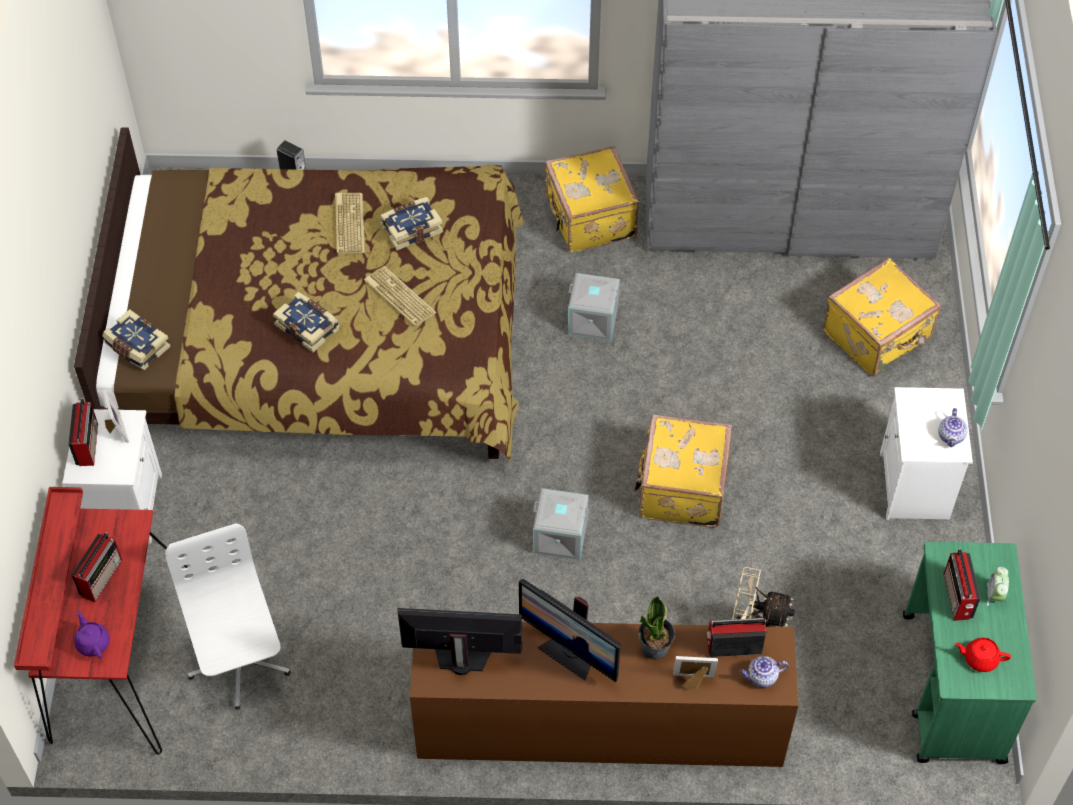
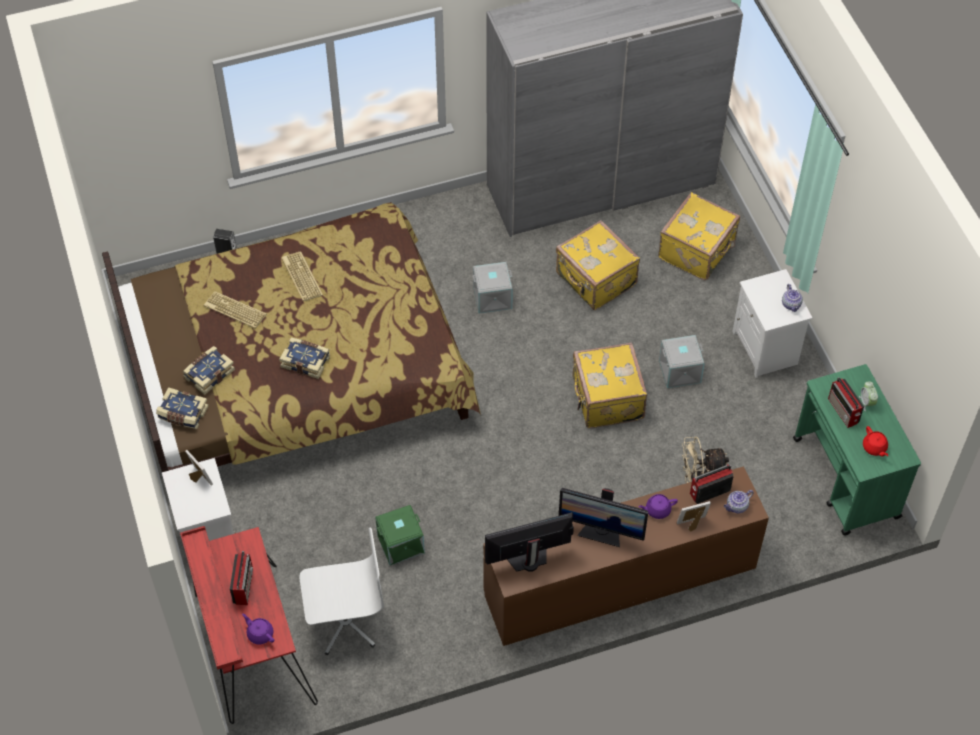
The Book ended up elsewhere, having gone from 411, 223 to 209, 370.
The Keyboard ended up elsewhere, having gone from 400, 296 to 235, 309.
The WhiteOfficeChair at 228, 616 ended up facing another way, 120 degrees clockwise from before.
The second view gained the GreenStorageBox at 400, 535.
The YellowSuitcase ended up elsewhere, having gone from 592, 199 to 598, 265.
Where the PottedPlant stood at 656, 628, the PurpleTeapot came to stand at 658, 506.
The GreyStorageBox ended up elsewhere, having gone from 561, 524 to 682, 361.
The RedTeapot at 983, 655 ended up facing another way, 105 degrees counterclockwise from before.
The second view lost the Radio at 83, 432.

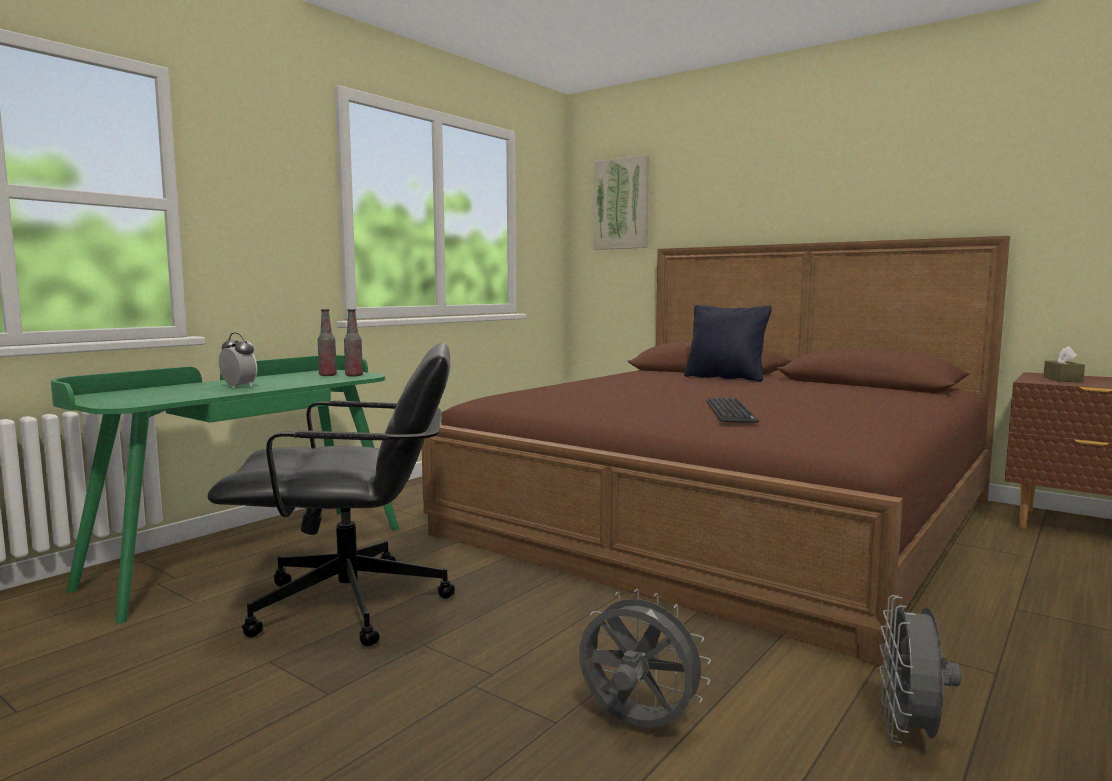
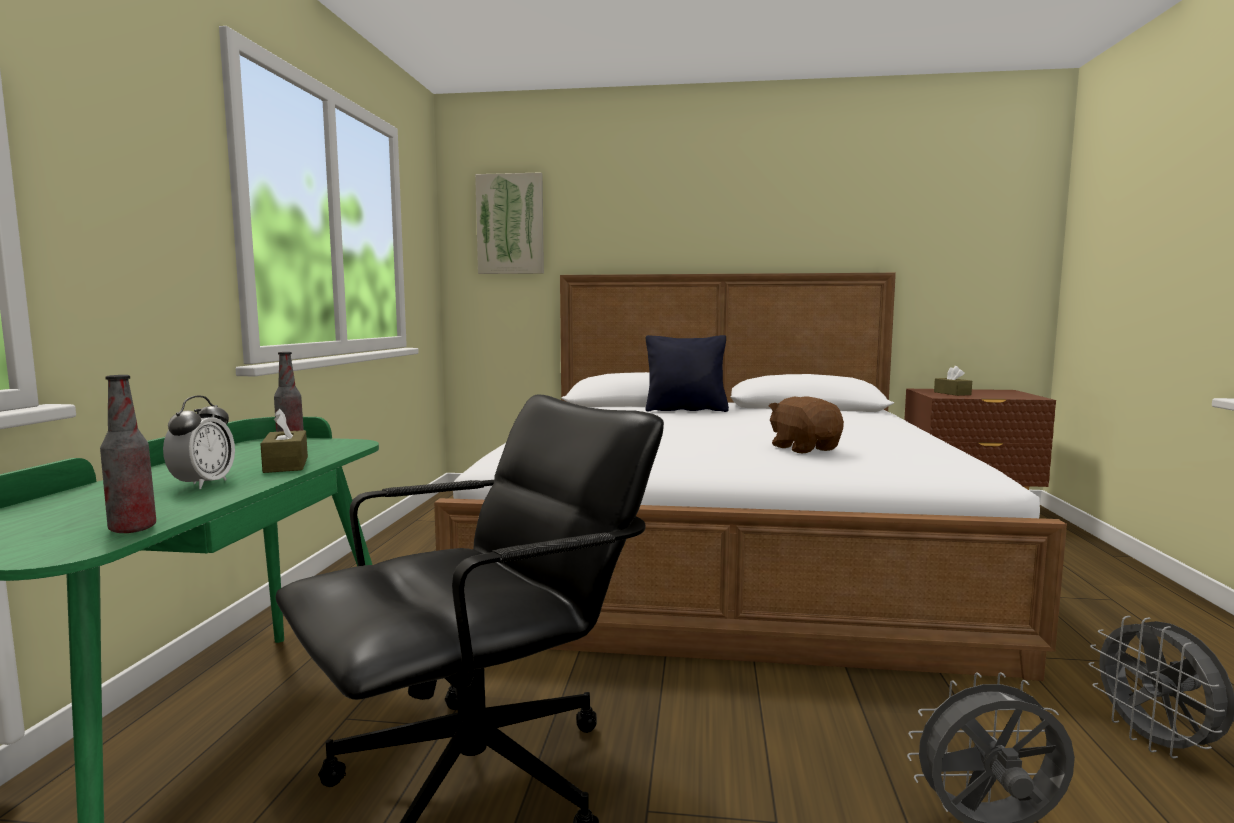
The Bottle ended up elsewhere, having gone from 353, 343 to 128, 454.
The AlarmClock at 238, 360 ended up facing another way, 90 degrees clockwise from before.
The second view gained the BrownTissueBox at 284, 441.
What was the BrownBed at 716, 451 turned into the WhiteBed at 750, 477.
Where the Keyboard stood at 732, 410, the BrownPlushToy came to stand at 806, 424.

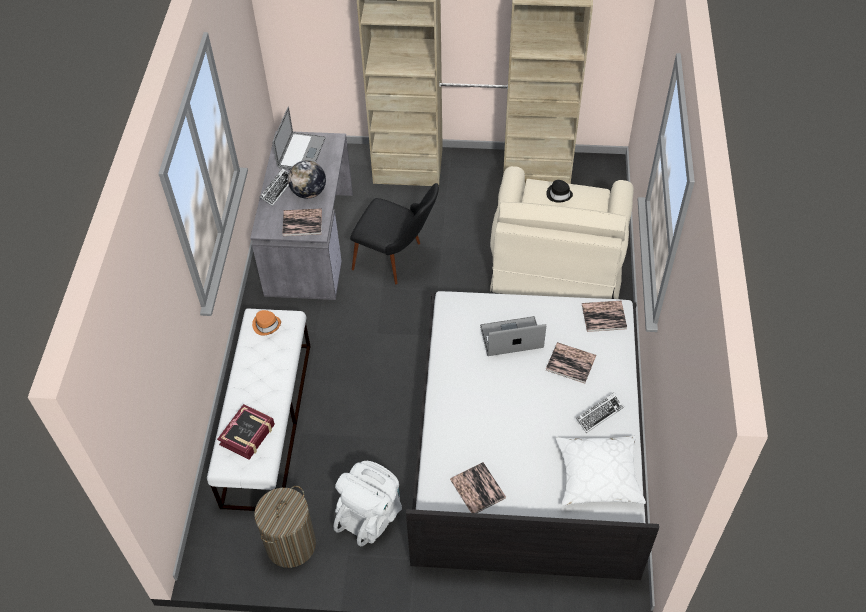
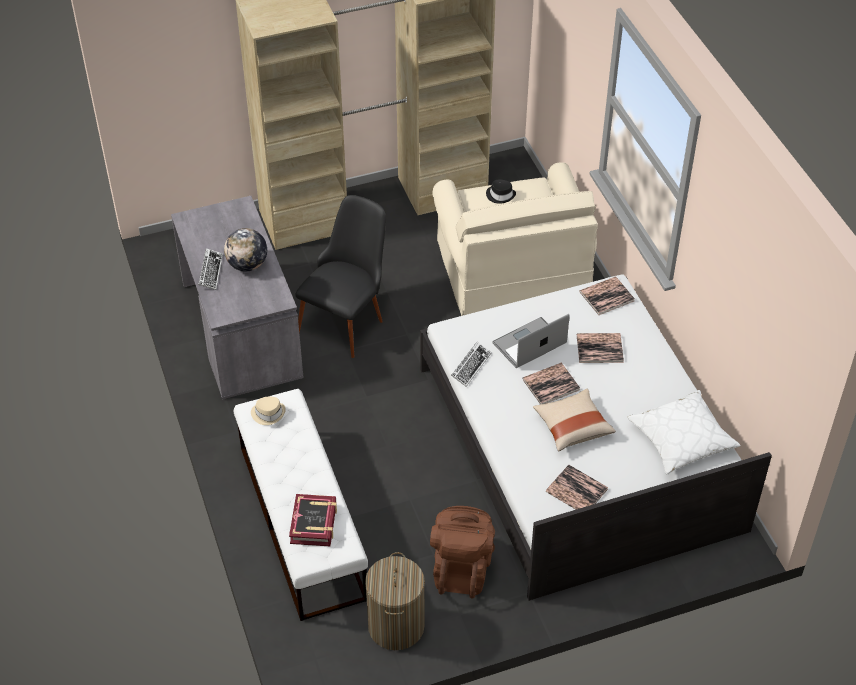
What was the OrangeHat at 266, 323 turned into the BeigeHat at 268, 411.
The BlackChair at 394, 233 ended up facing another way, 60 degrees counterclockwise from before.
What was the WhiteBackpack at 367, 503 turned into the BrownBackpack at 462, 552.
The Keyboard ended up elsewhere, having gone from 600, 413 to 471, 364.
The Book ended up elsewhere, having gone from 302, 222 to 551, 384.
The second view gained the BeigePillow at 574, 420.
The second view lost the Laptop at 299, 138.

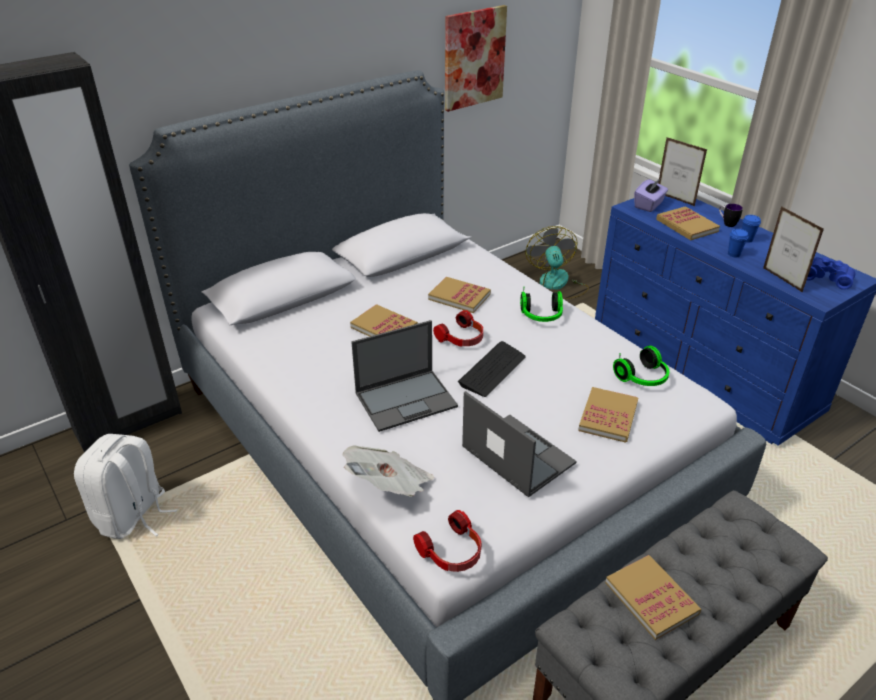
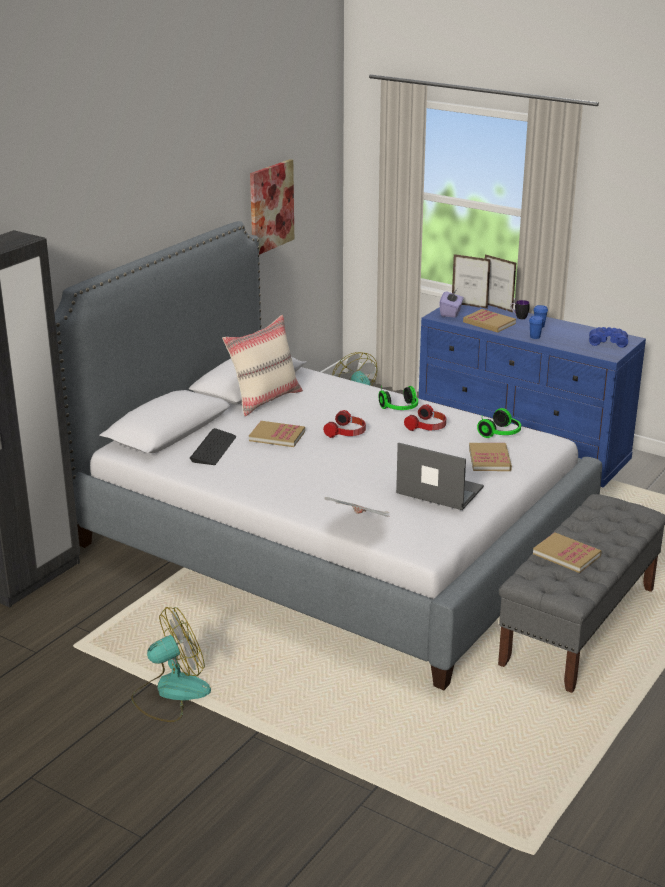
The second view gained the Fan at 171, 664.
The Keyboard ended up elsewhere, having gone from 492, 369 to 213, 446.
The second view gained the BeigePillow at 262, 365.
The Headphones ended up elsewhere, having gone from 447, 541 to 425, 417.
The PictureFrame ended up elsewhere, having gone from 793, 249 to 500, 283.
The second view lost the WhiteBackpack at 125, 486.
The second view lost the Laptop at 404, 376.
The second view lost the Book at 459, 295.

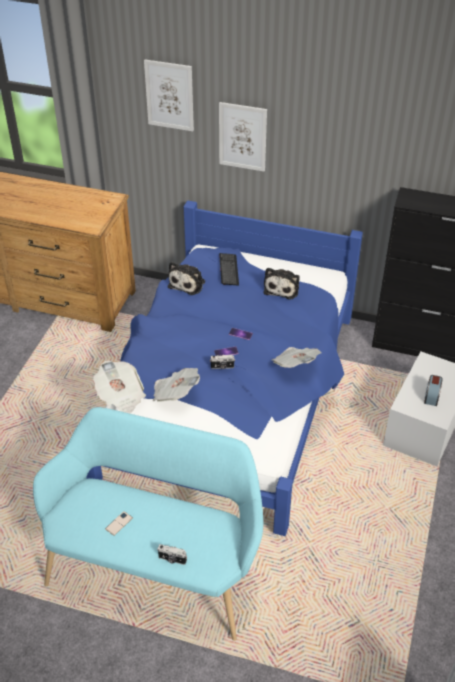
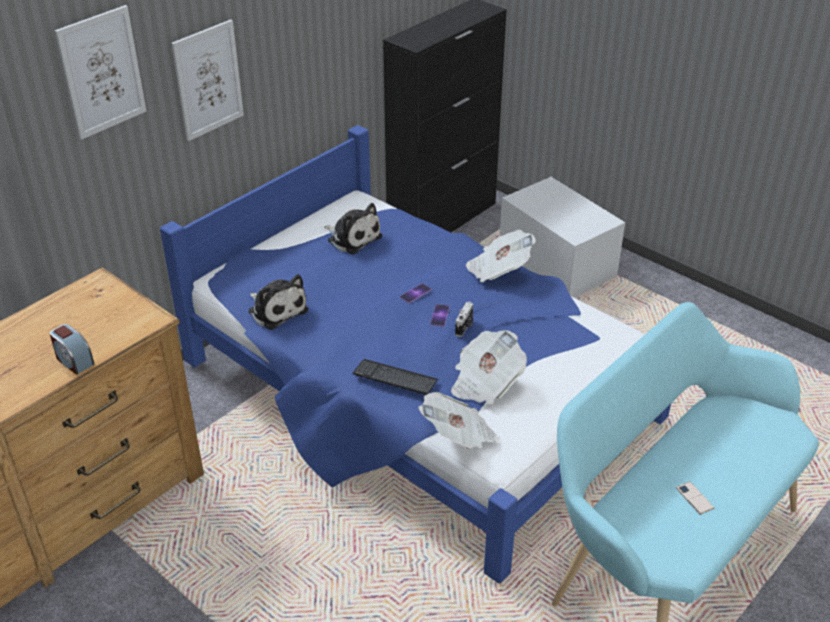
The AlarmClock ended up elsewhere, having gone from 433, 390 to 71, 349.
The Keyboard ended up elsewhere, having gone from 229, 269 to 395, 377.
The second view lost the PhotoCamera at 172, 554.

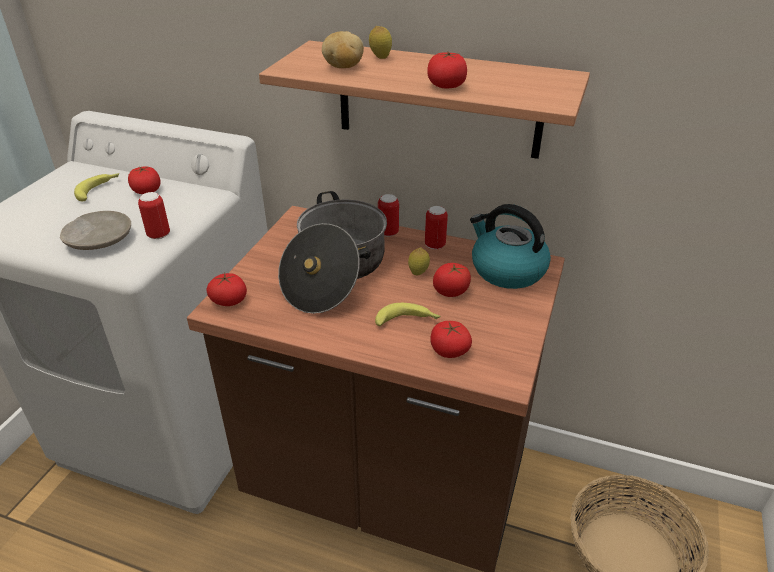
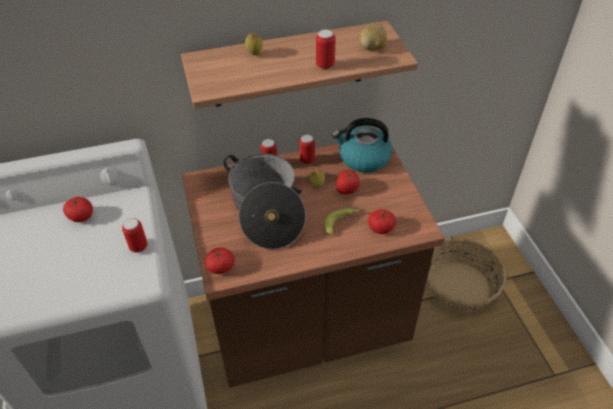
Where the Tomato stood at 447, 70, the Can came to stand at 326, 49.
The Potato ended up elsewhere, having gone from 343, 49 to 373, 37.
The second view lost the BeigePlate at 95, 230.
The second view lost the Banana at 96, 187.

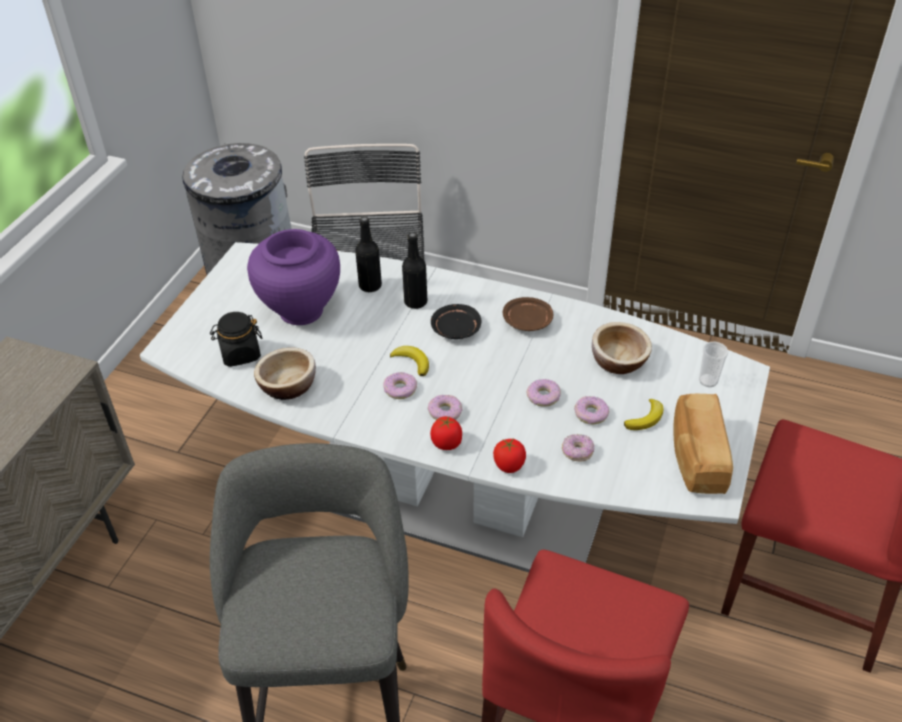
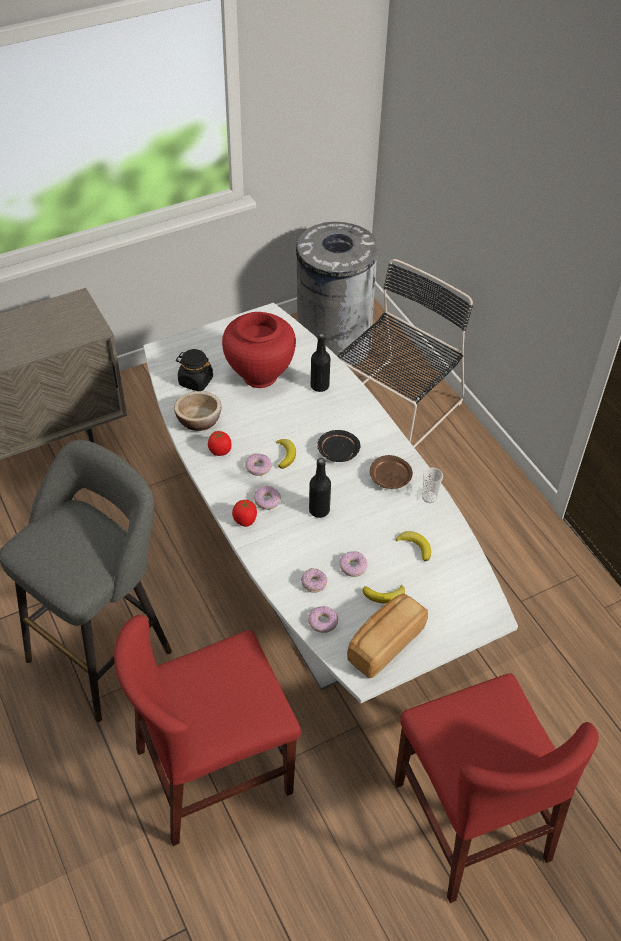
The Tomato ended up elsewhere, having gone from 509, 456 to 220, 443.
What was the PurpleVase at 293, 277 turned into the RedVase at 259, 350.
The Donut ended up elsewhere, having gone from 544, 393 to 323, 619.
The BlackBottle ended up elsewhere, having gone from 414, 270 to 320, 488.
Where the Bowl stood at 622, 348, the Banana came to stand at 413, 546.
The Cup ended up elsewhere, having gone from 713, 364 to 432, 485.

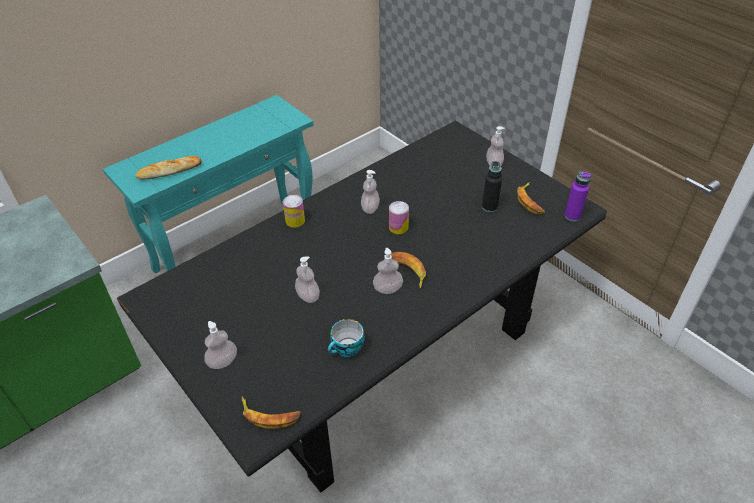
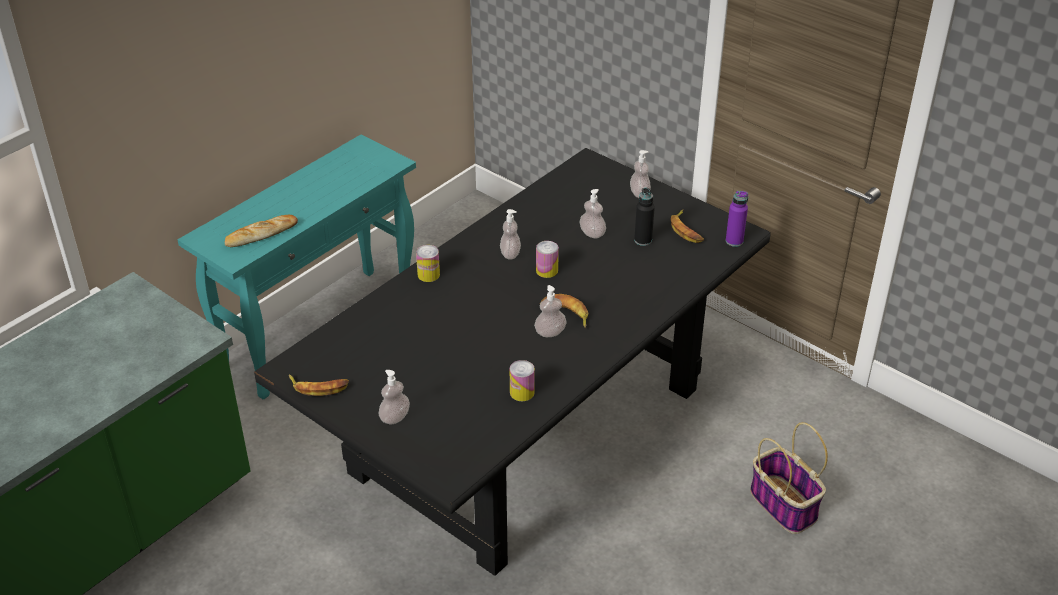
The Banana ended up elsewhere, having gone from 271, 412 to 319, 385.
Where the Cup stood at 346, 338, the Can came to stand at 522, 380.
The SoapDispenser ended up elsewhere, having gone from 307, 279 to 592, 213.
The second view gained the Basket at 789, 478.

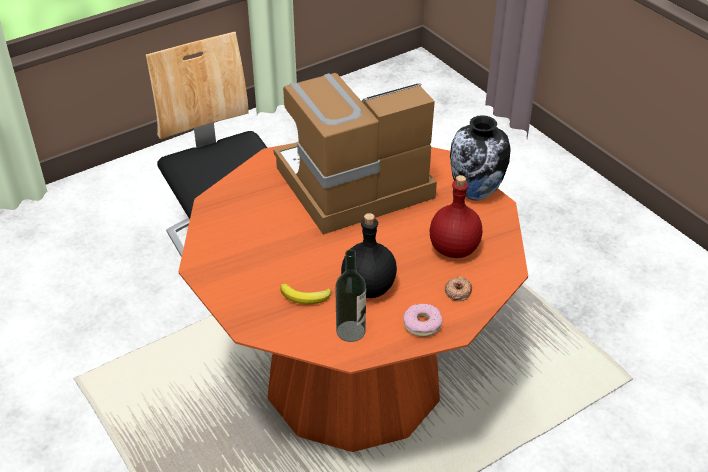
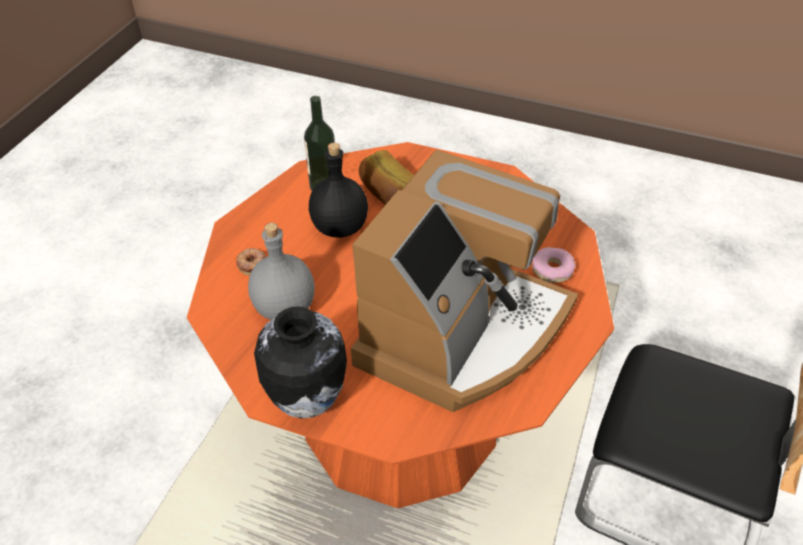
What was the RedBottle at 456, 216 turned into the GreyBottle at 281, 271.
Where the Banana stood at 305, 294, the Bread came to stand at 386, 177.
The Donut ended up elsewhere, having gone from 423, 320 to 553, 265.

